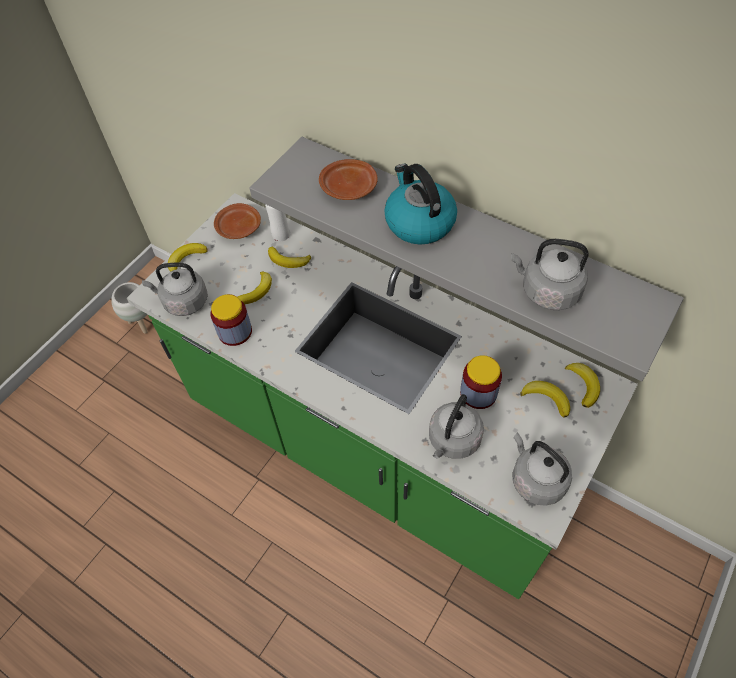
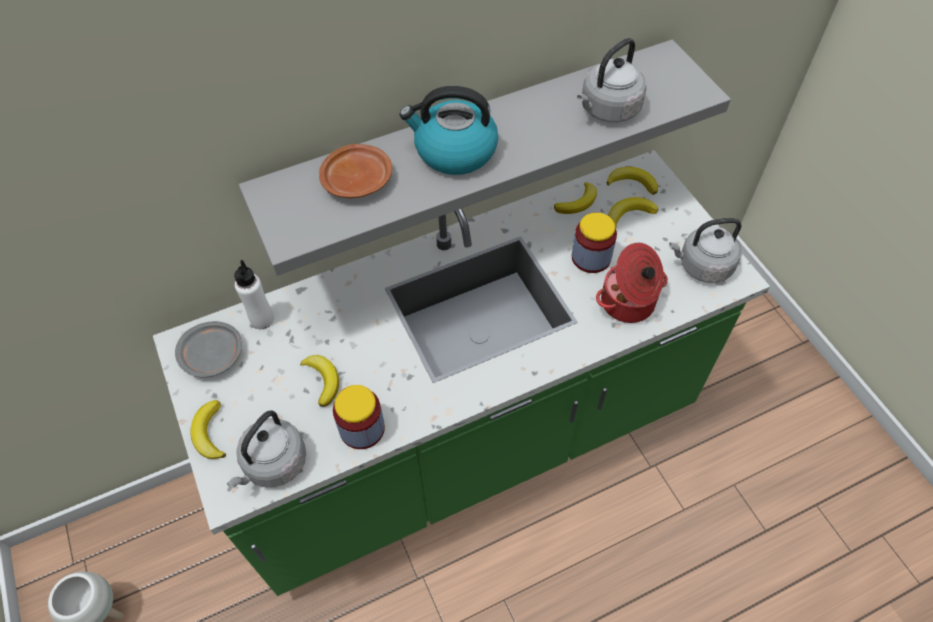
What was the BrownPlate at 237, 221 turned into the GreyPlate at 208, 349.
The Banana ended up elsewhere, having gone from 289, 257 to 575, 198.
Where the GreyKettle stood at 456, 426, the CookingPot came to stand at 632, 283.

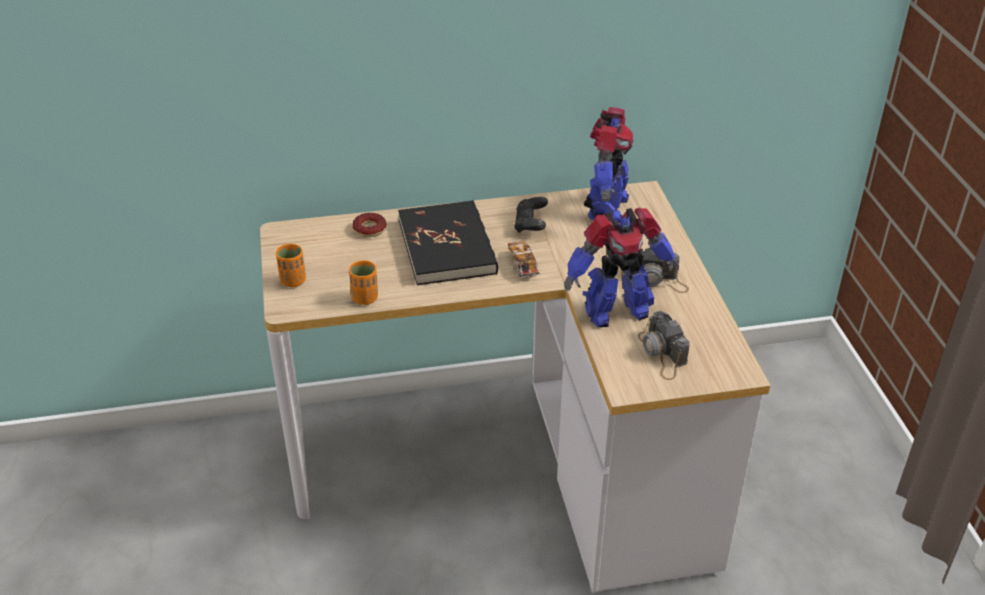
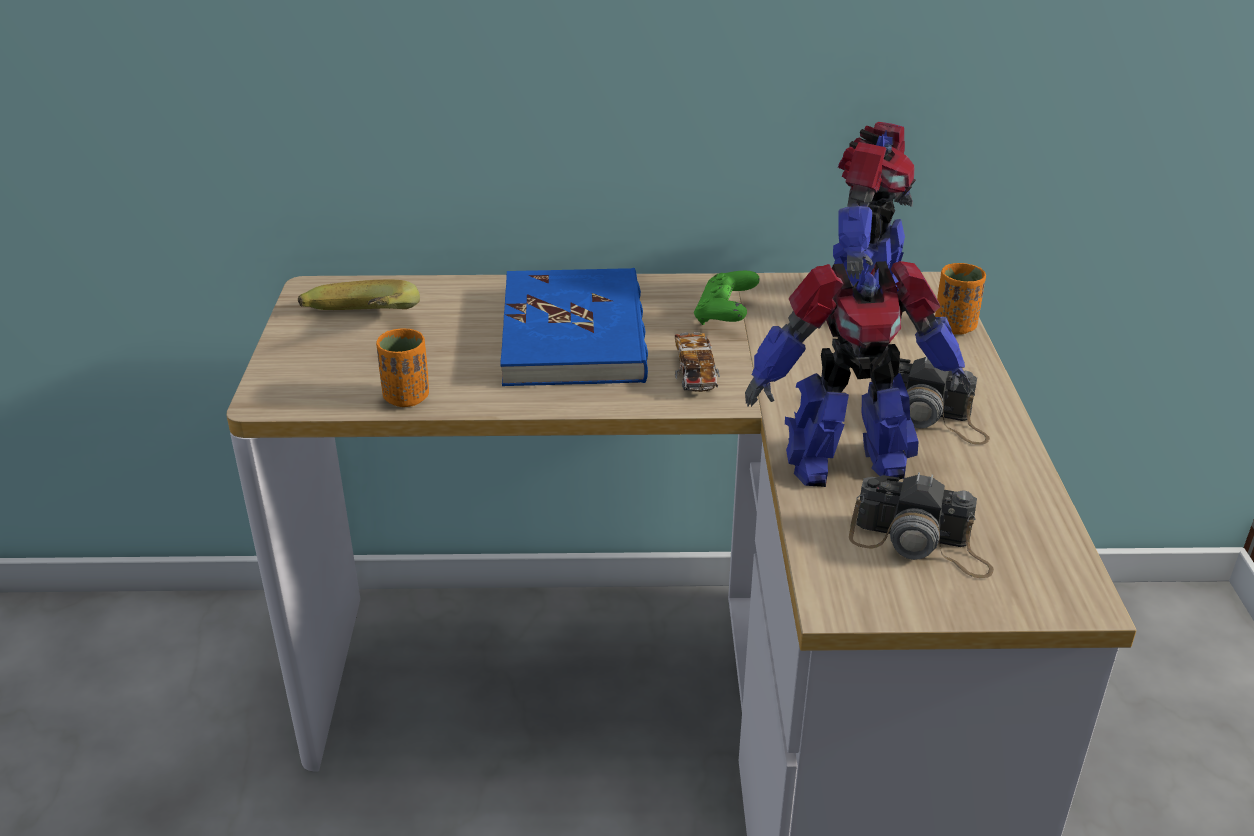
The second view gained the Banana at 359, 295.
What was the BlackBook at 448, 242 turned into the BlueBook at 574, 327.
What was the BlackGameController at 531, 215 turned into the GreenGameController at 727, 298.
The PhotoCamera at 664, 345 ended up facing another way, 60 degrees counterclockwise from before.
The OrangeCup ended up elsewhere, having gone from 291, 265 to 960, 299.
The second view lost the Donut at 369, 225.

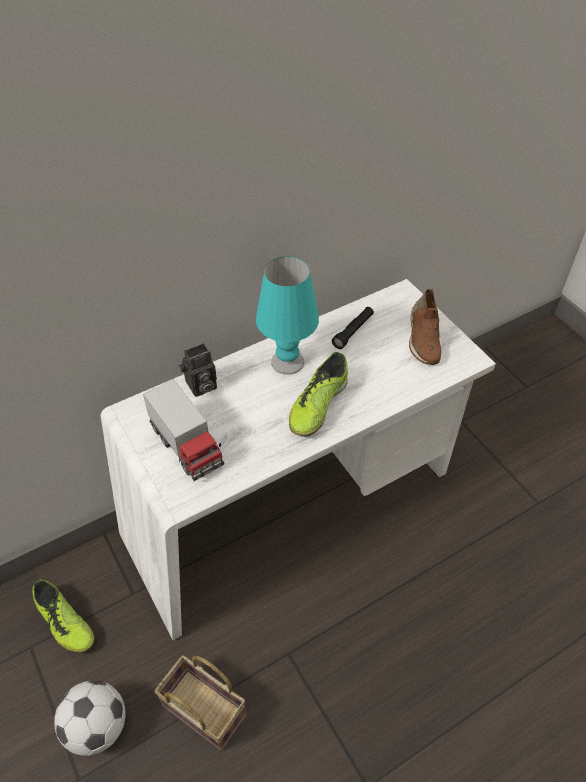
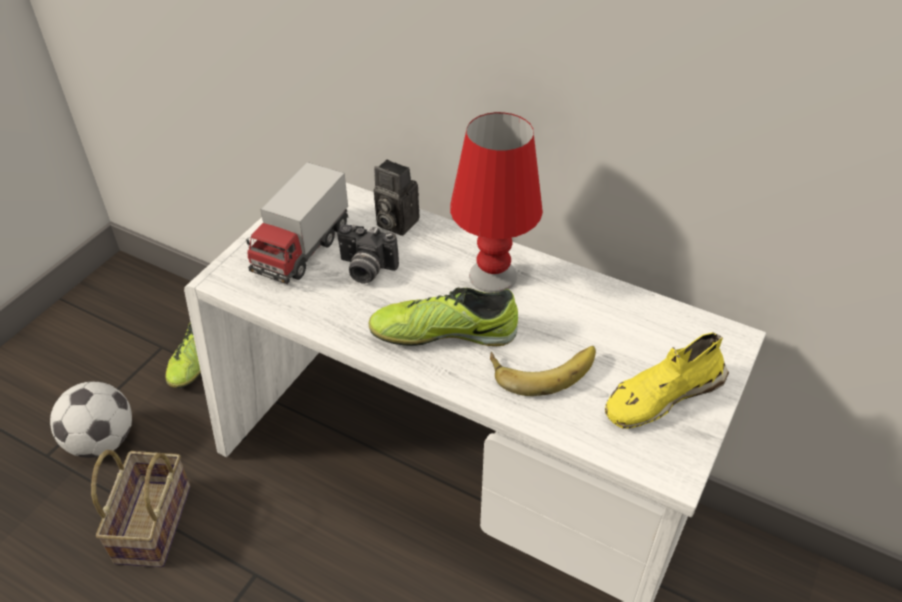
The second view gained the PhotoCamera at 368, 254.
What was the TurquoiseTableLamp at 287, 315 turned into the RedTableLamp at 496, 202.
The second view gained the Banana at 543, 371.
What was the BrownShoe at 425, 326 turned into the YellowShoe at 667, 380.
The second view lost the BlackFlashlight at 353, 328.

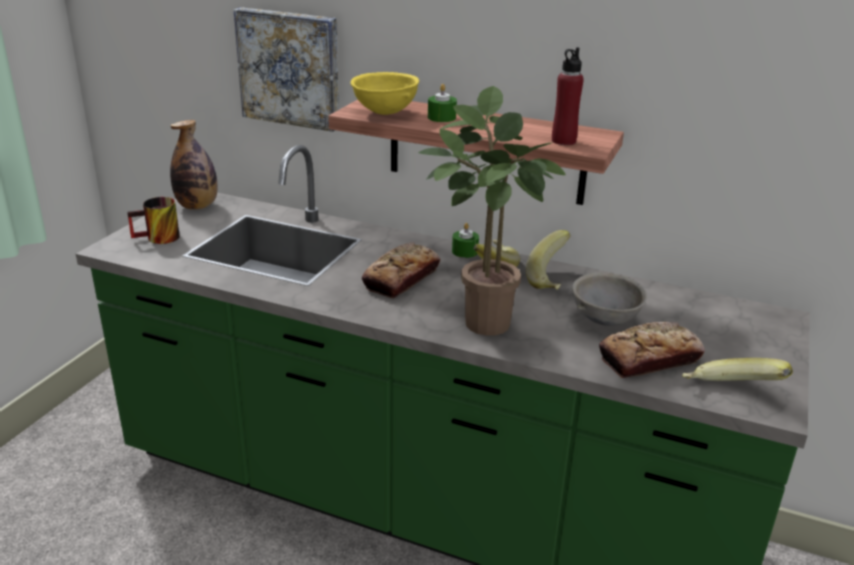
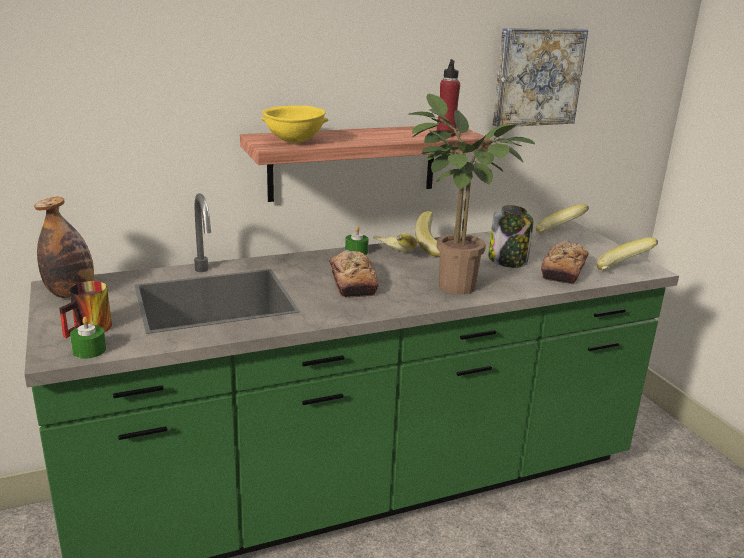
The GreenCandle ended up elsewhere, having gone from 442, 103 to 88, 338.
Where the GreyBowl stood at 609, 299, the Jar came to stand at 510, 236.
The Picture ended up elsewhere, having gone from 286, 69 to 540, 77.
The second view gained the Banana at 562, 218.

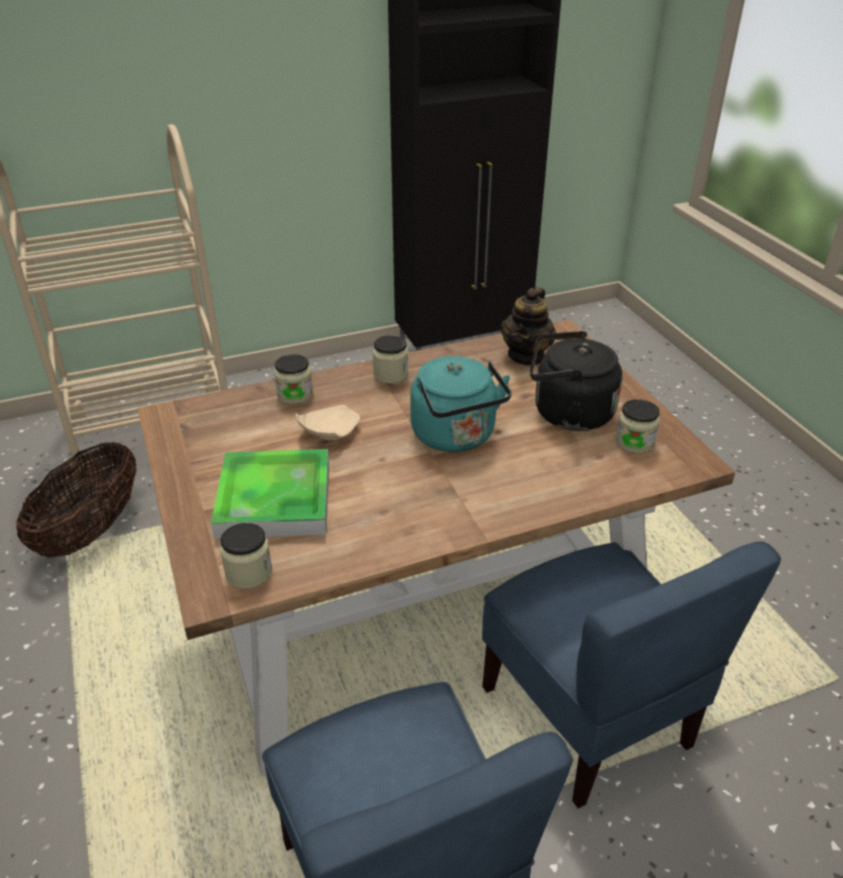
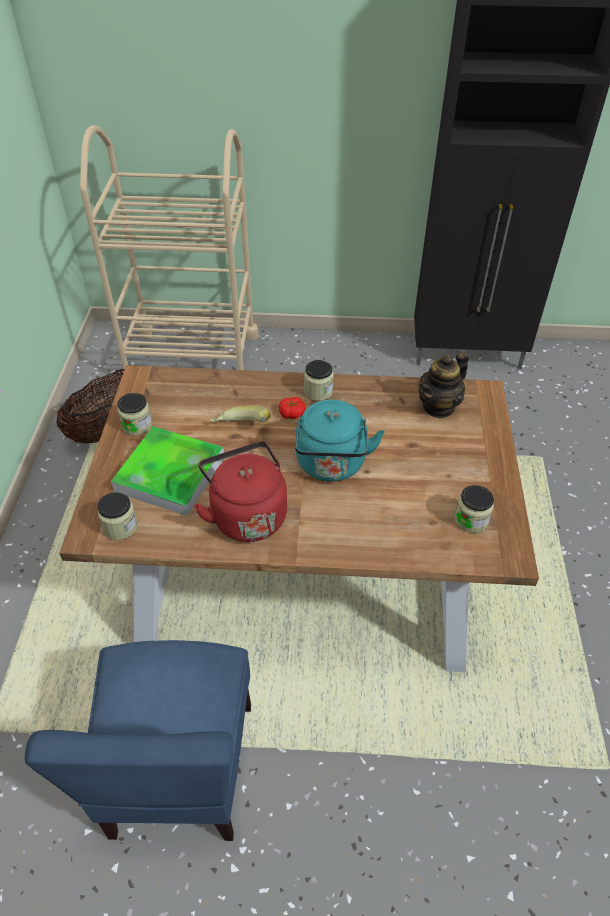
The Jar ended up elsewhere, having gone from 293, 379 to 134, 414.
The second view gained the RedKettle at 240, 491.
Where the BeigePlate stood at 328, 422, the Banana came to stand at 240, 414.
The second view gained the Tomato at 292, 408.
The second view lost the BlueChair at 631, 675.
The second view lost the BlackKettle at 576, 381.

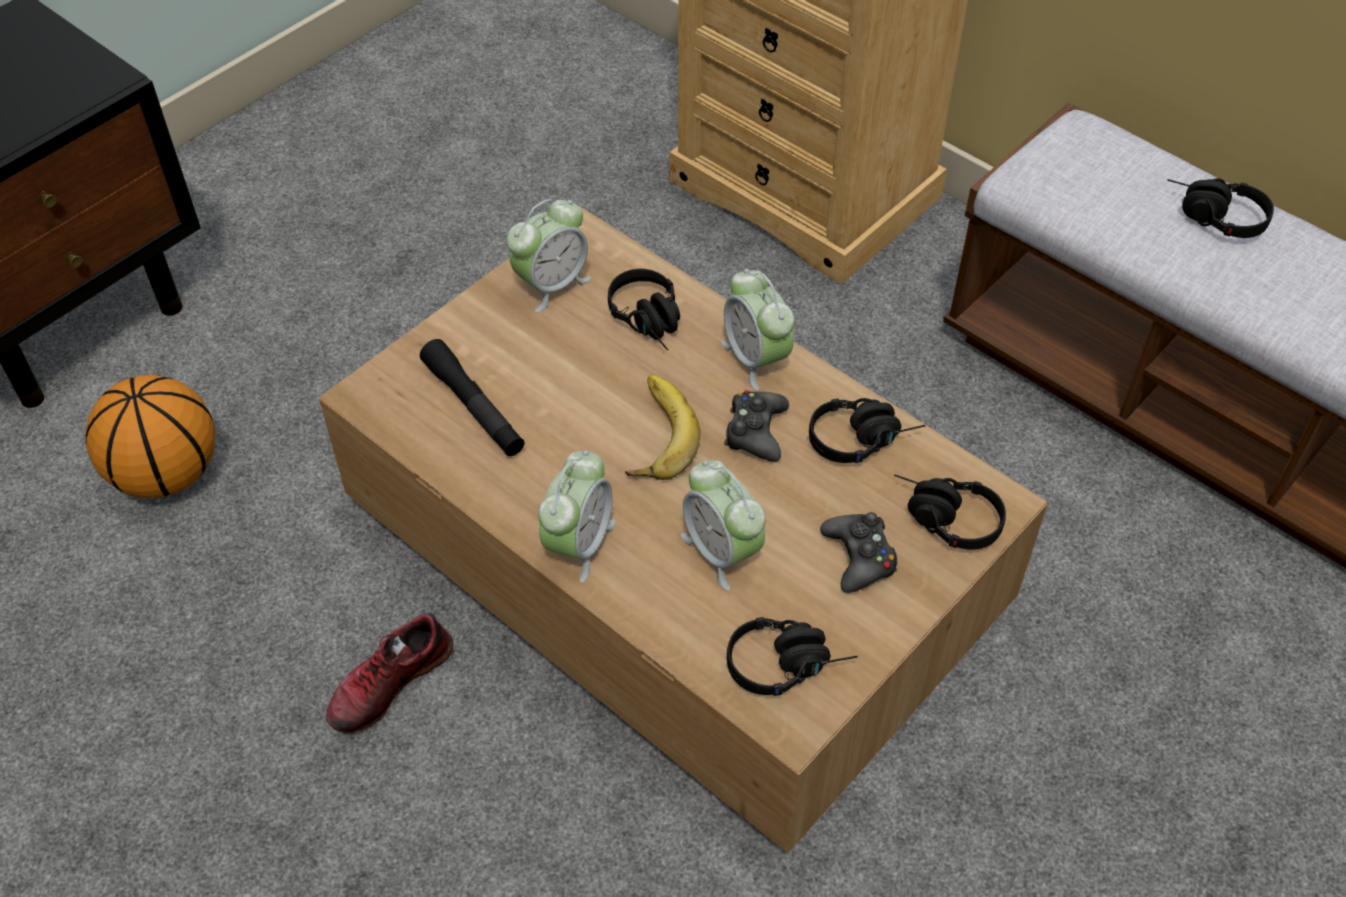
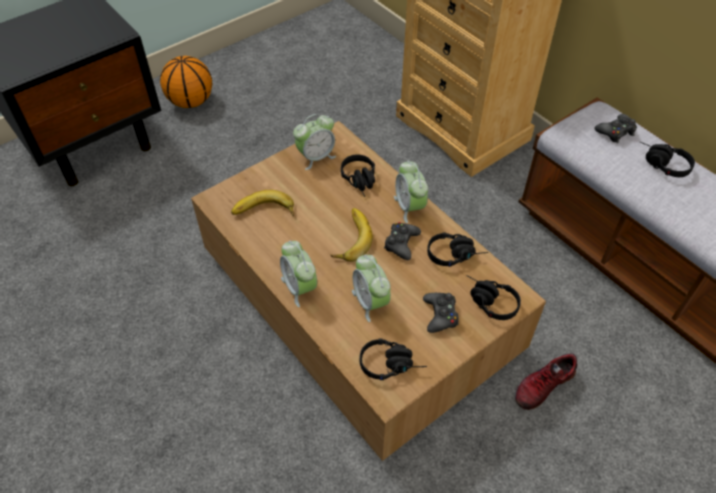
The Basketball ended up elsewhere, having gone from 150, 436 to 186, 82.
Where the BlackFlashlight stood at 472, 397, the Banana came to stand at 262, 203.
The AlarmClock at 577, 516 ended up facing another way, 120 degrees clockwise from before.
The Shoe ended up elsewhere, having gone from 390, 673 to 545, 382.
The second view gained the BlackGameController at 615, 128.

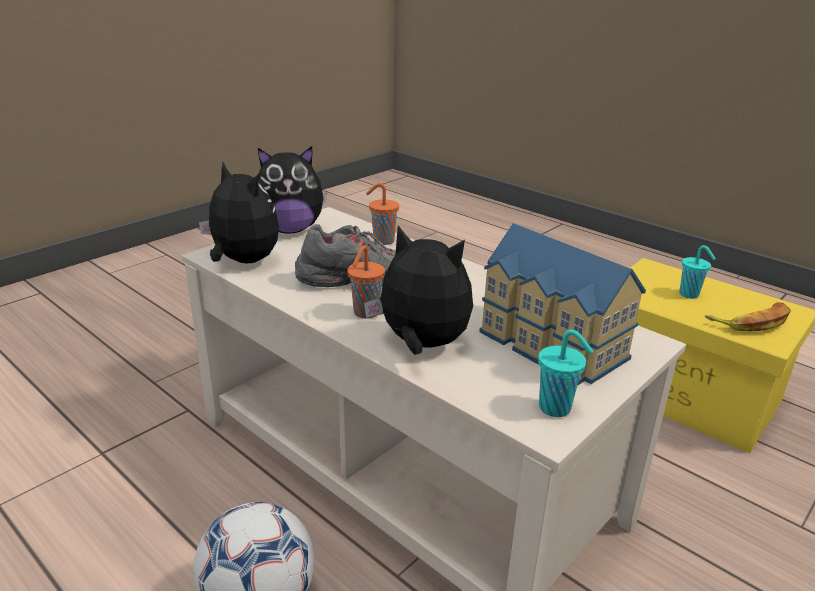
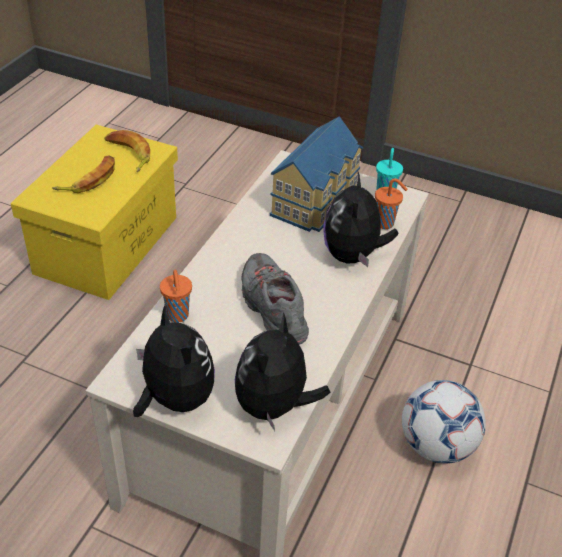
Where the TurquoiseCup stood at 697, 272, the Banana came to stand at 83, 174.
The OrangeCup ended up elsewhere, having gone from 366, 282 to 391, 203.

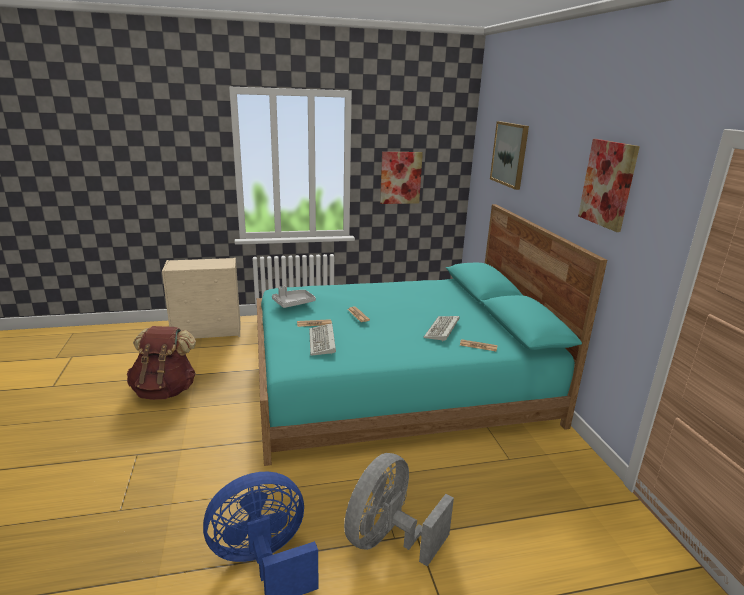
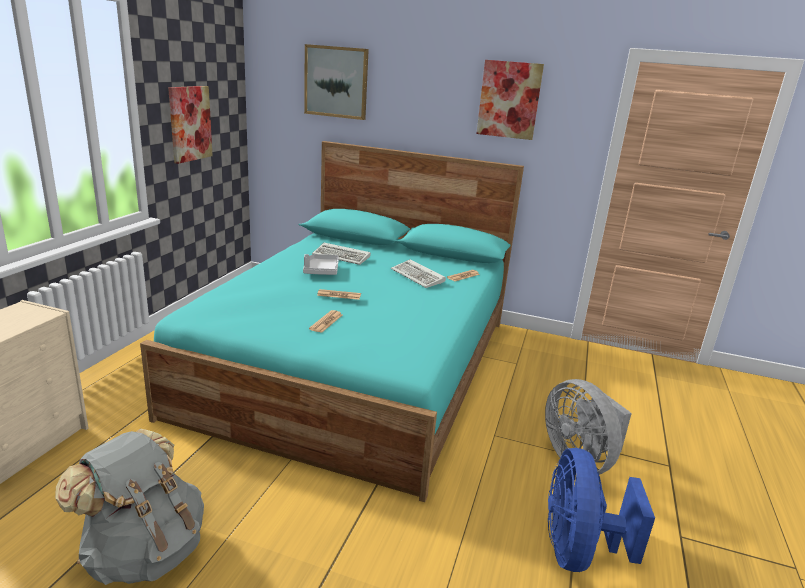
What was the BrownBackpack at 161, 363 turned into the GreyBackpack at 129, 507.
The GreyTray ended up elsewhere, having gone from 294, 297 to 321, 264.
The Keyboard ended up elsewhere, having gone from 322, 339 to 341, 254.

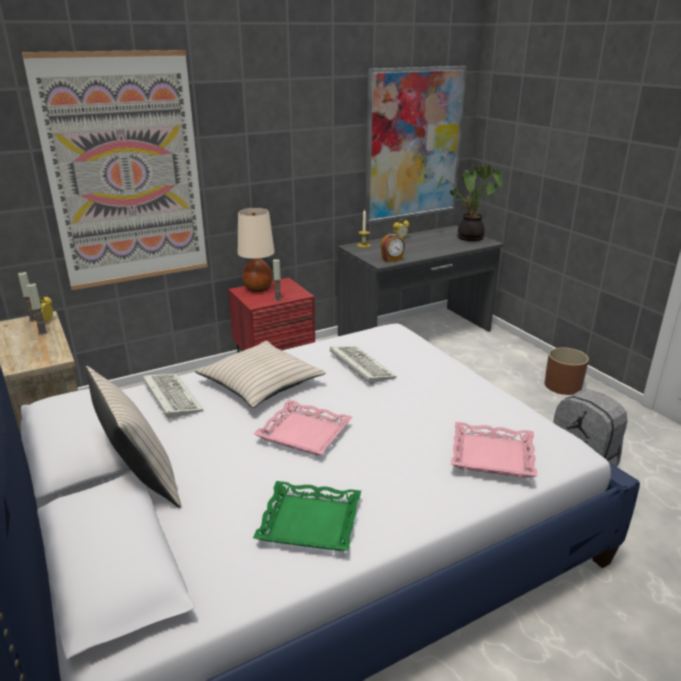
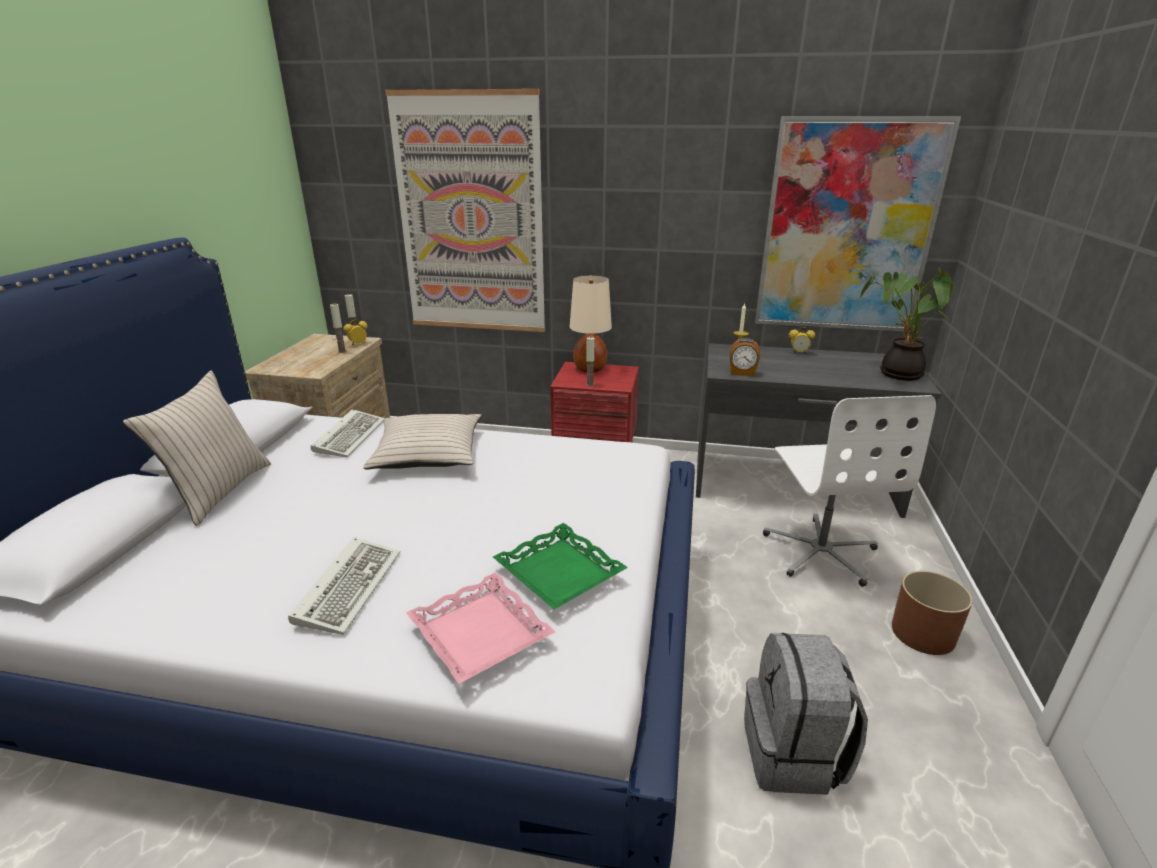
The Keyboard ended up elsewhere, having gone from 363, 365 to 344, 586.
The GreenTray ended up elsewhere, having gone from 307, 516 to 560, 566.
The second view gained the WhiteOfficeChair at 849, 491.
The second view lost the PinkTray at 302, 428.

